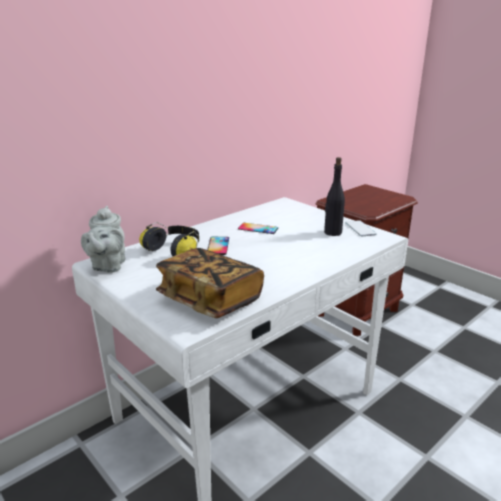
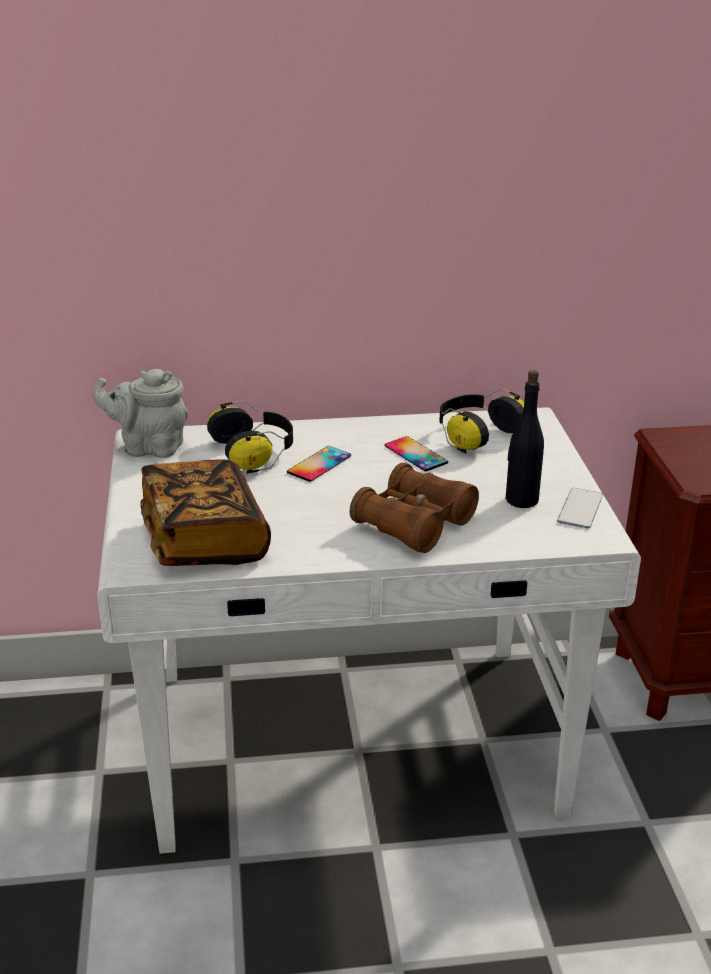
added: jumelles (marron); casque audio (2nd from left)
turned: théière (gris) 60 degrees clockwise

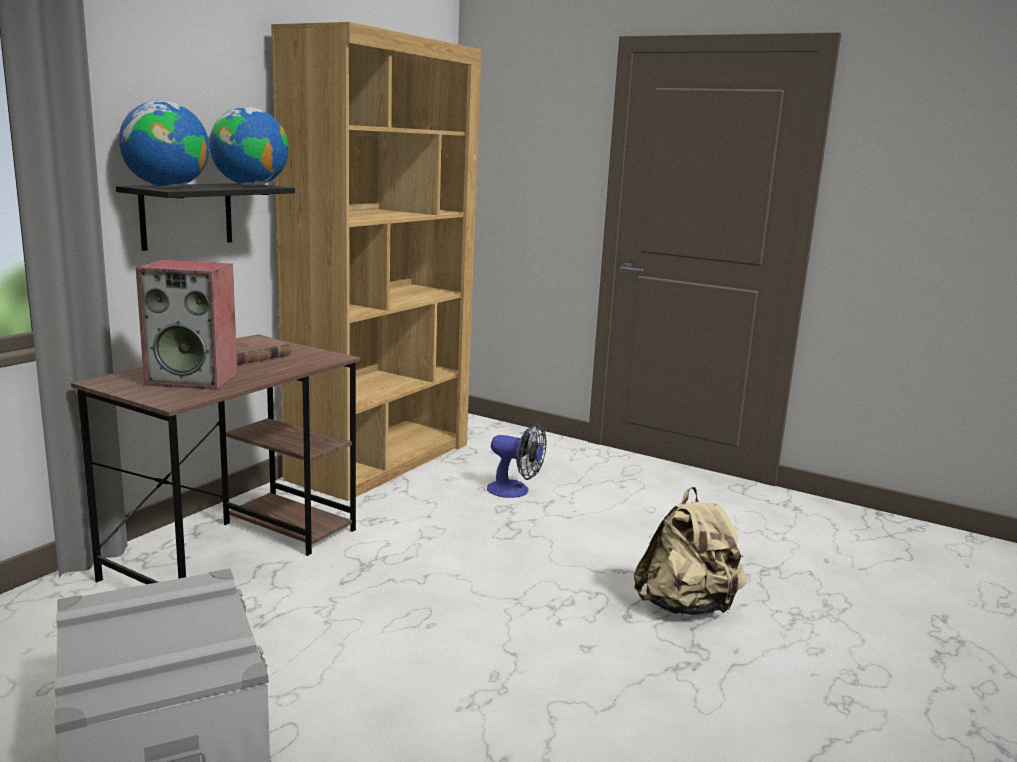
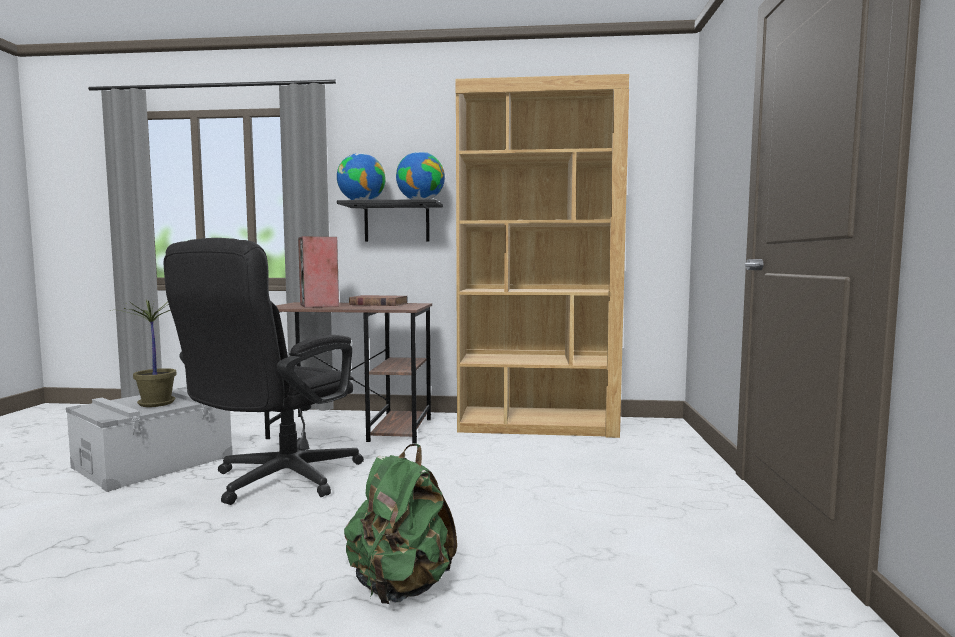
removed: ventilateur
added: plante en pot; chaise de bureau (noir)
recoloured: sac à dos (beige) to sac à dos (vert)

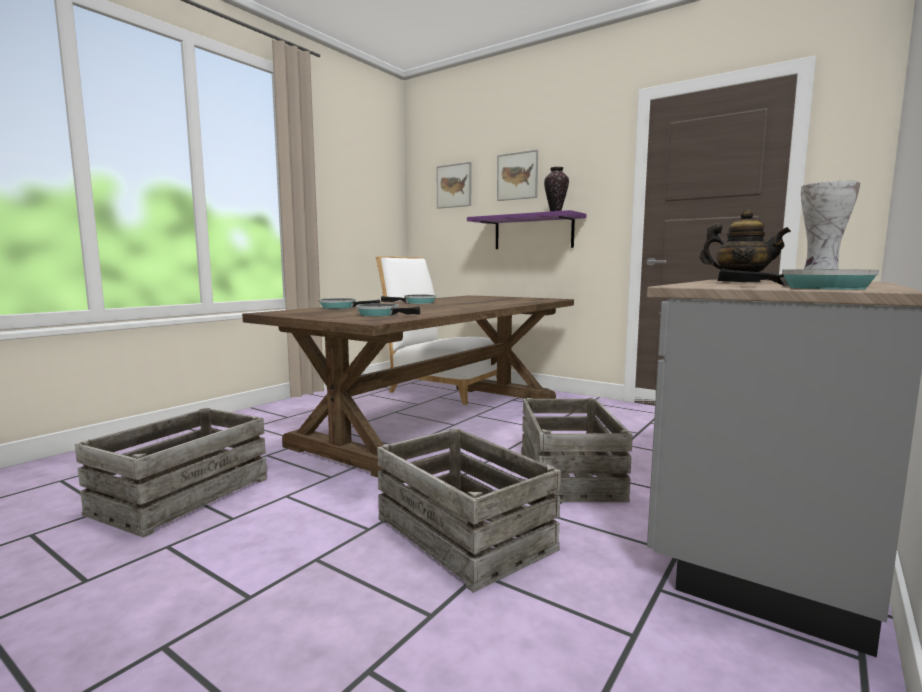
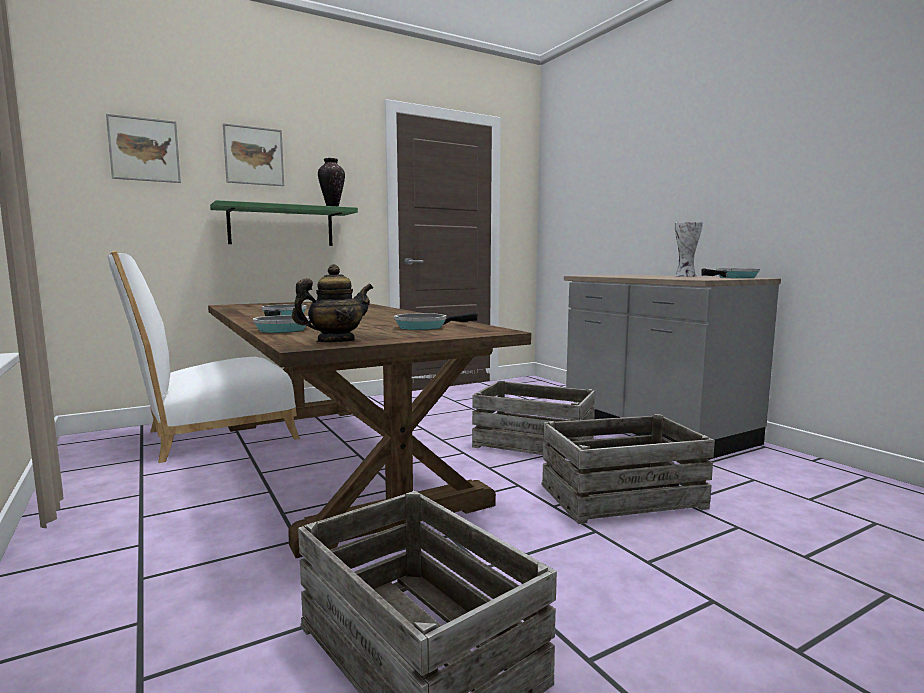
moved: théière
recoloured: étagère (violet) to étagère (vert)

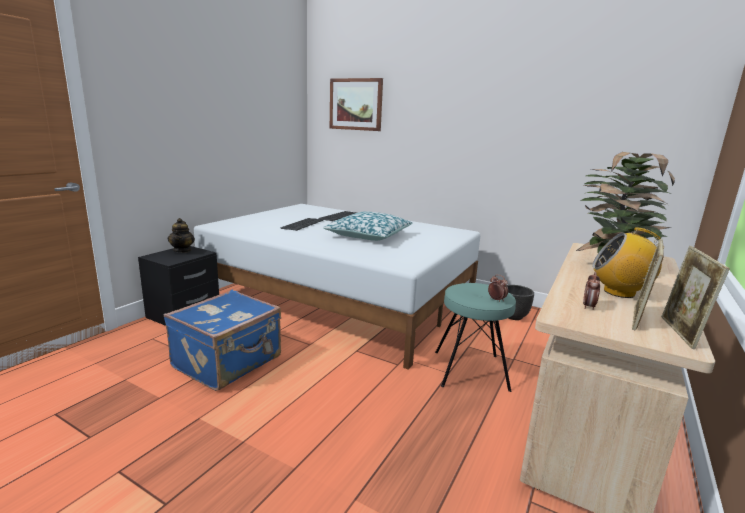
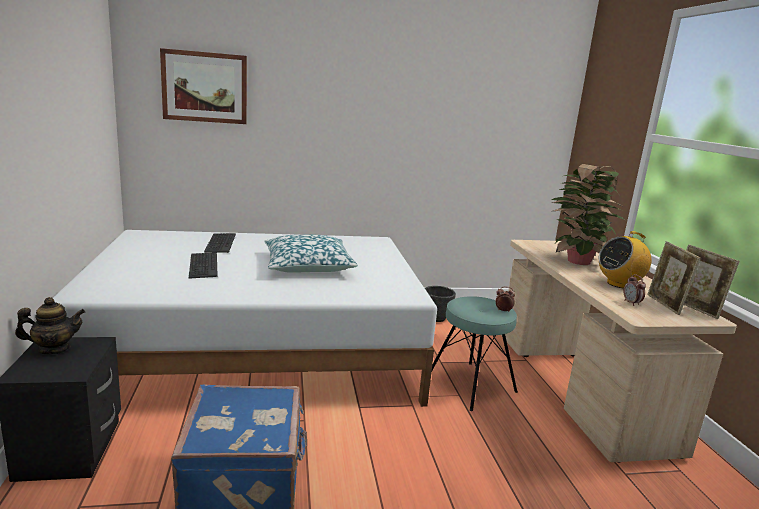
turned: théière 60 degrees counterclockwise

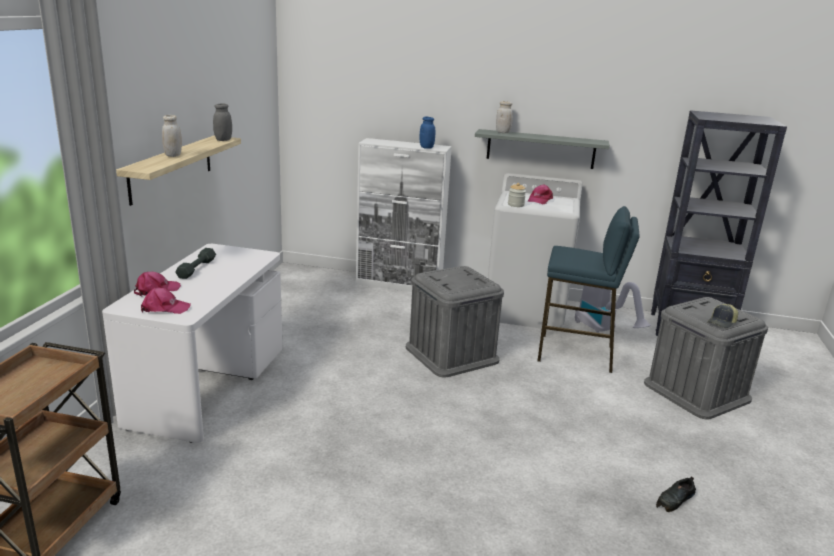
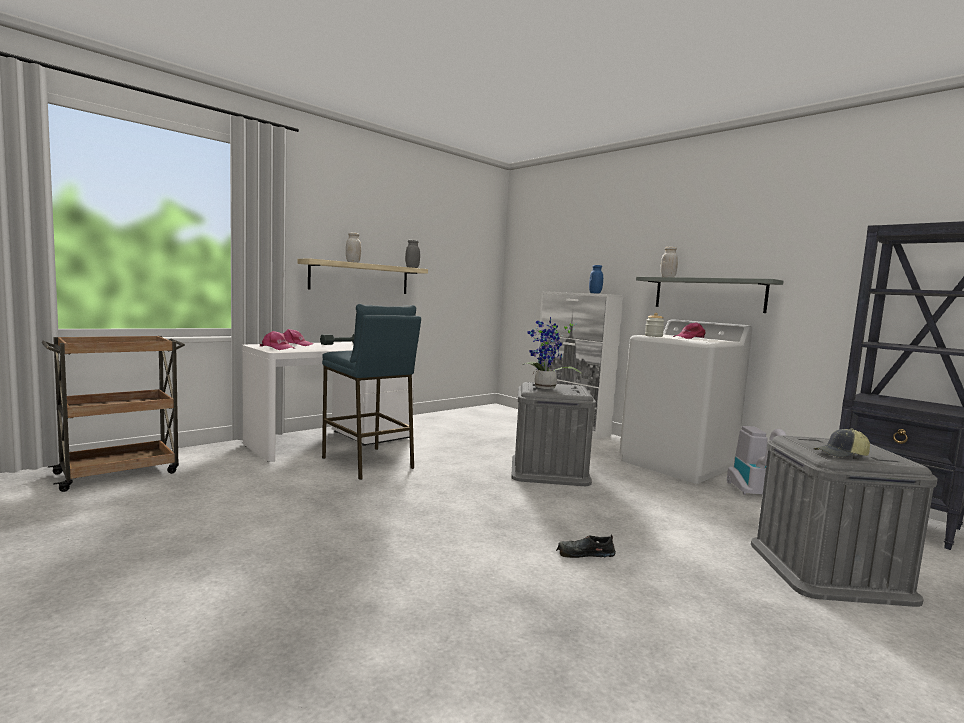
added: plante en pot
moved: tabouret (bleu); chaussure (noir)

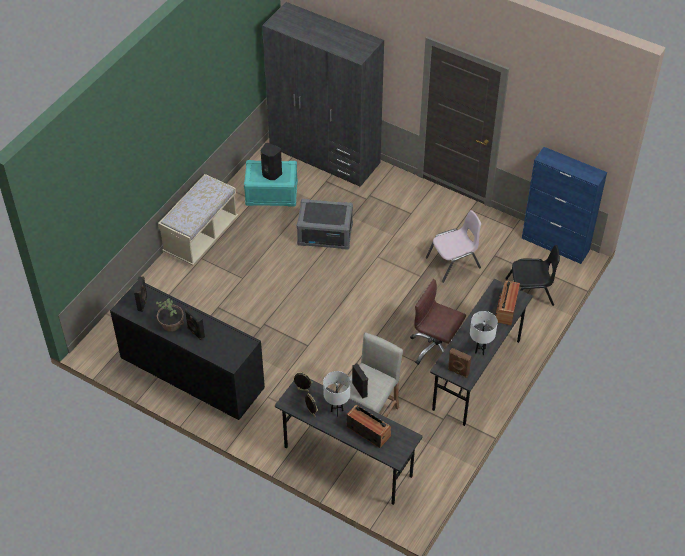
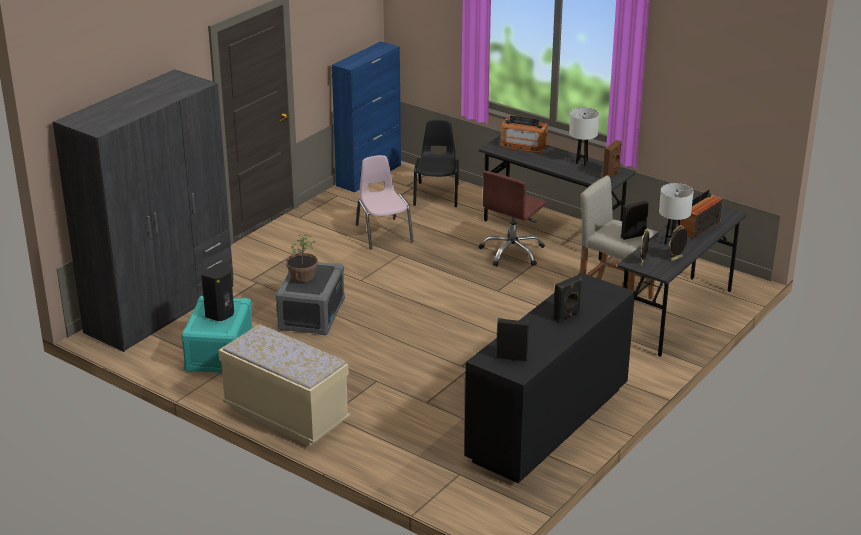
moved: plante en pot

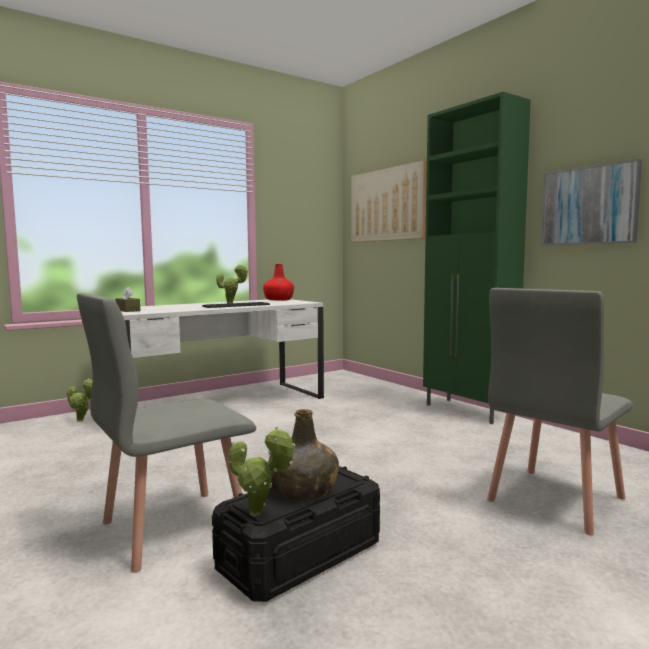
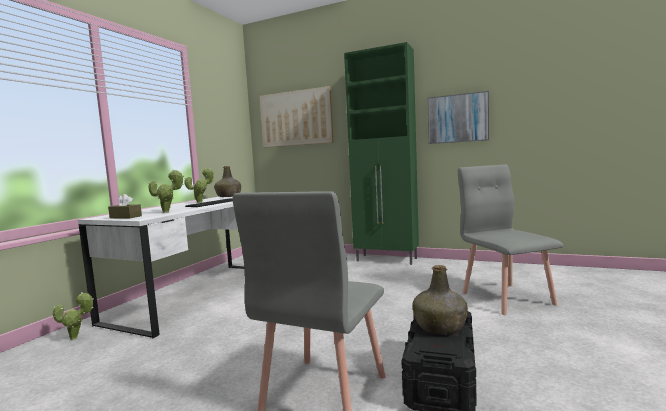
moved: plante en pot (3rd from left in the first image) to plante en pot (2nd from left)
recoloured: bouteille (rouge) to bouteille (vert) (1st from left)
turned: chaise (gris) (2nd from left) 150 degrees clockwise

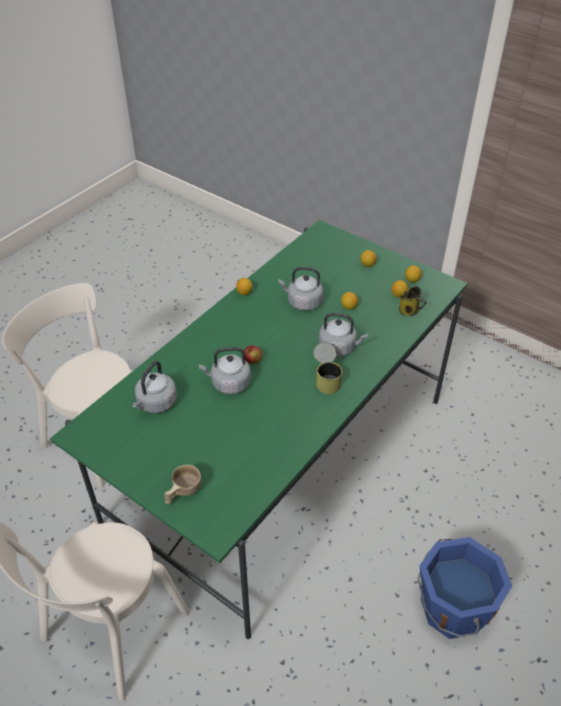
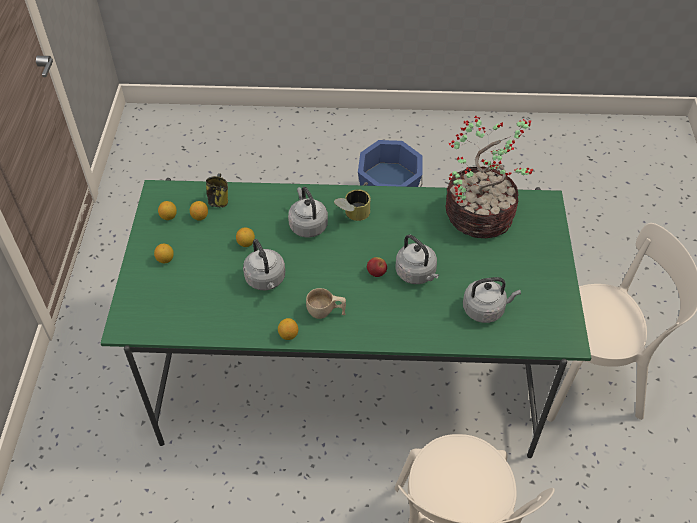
added: plante en pot
moved: tasse (beige)

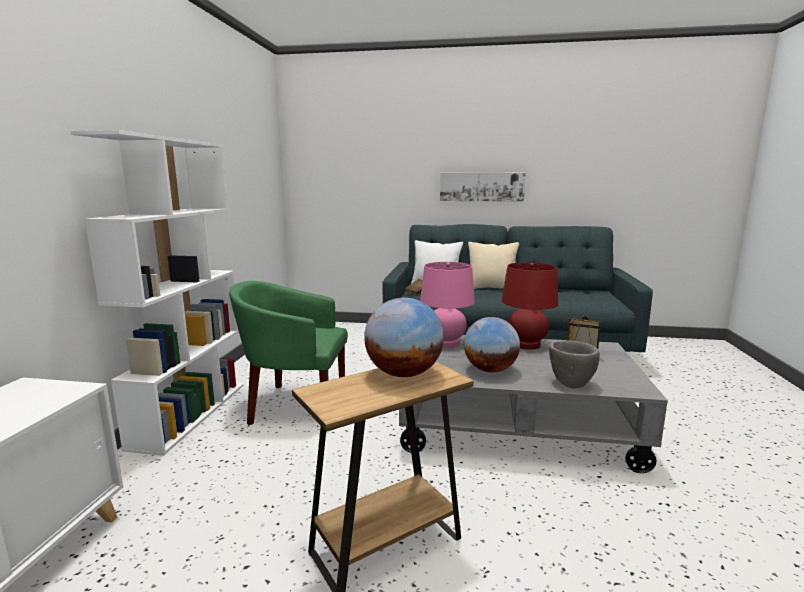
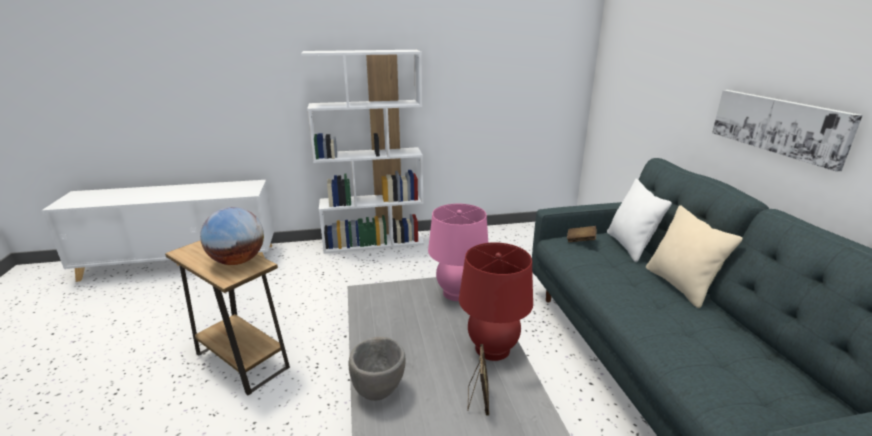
removed: fauteuil (vert); globe (2nd from left)

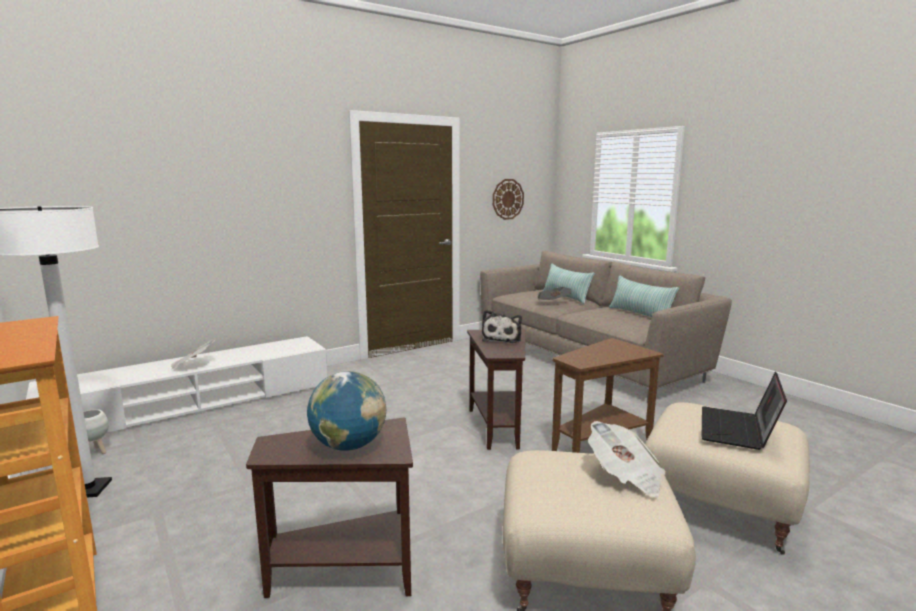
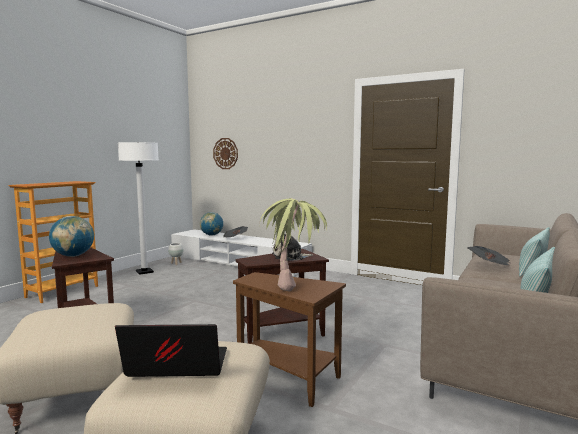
removed: journal (3rd from left)
added: globe (2nd from left); plante en pot
moved: horloge murale

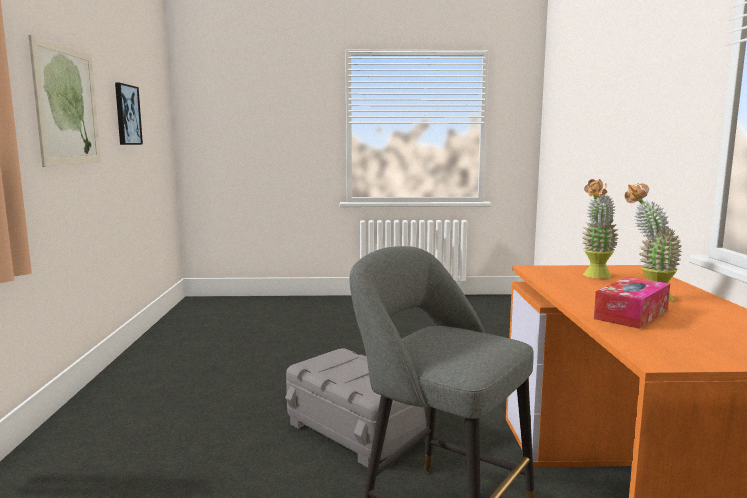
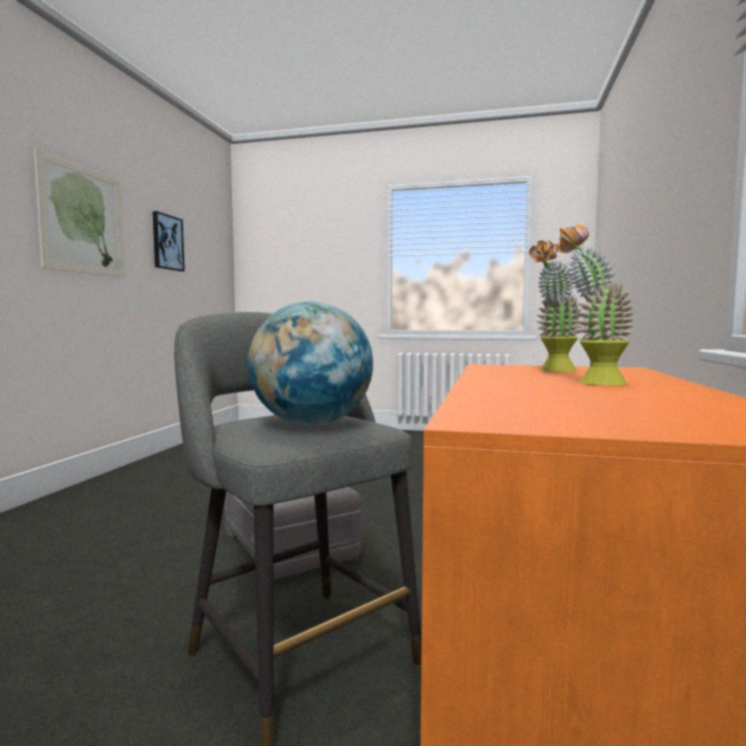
removed: boîte à mouchoirs
added: globe

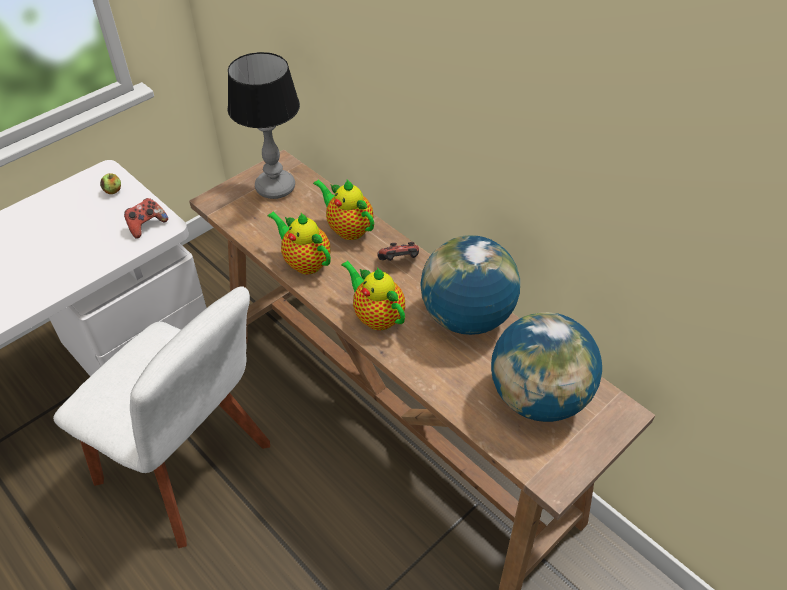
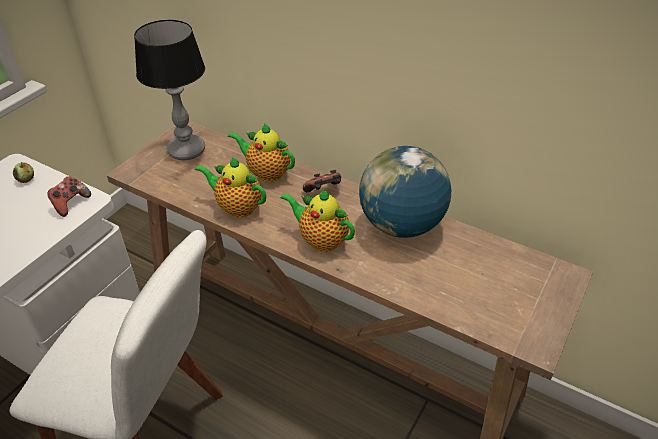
removed: globe (2nd from left)

